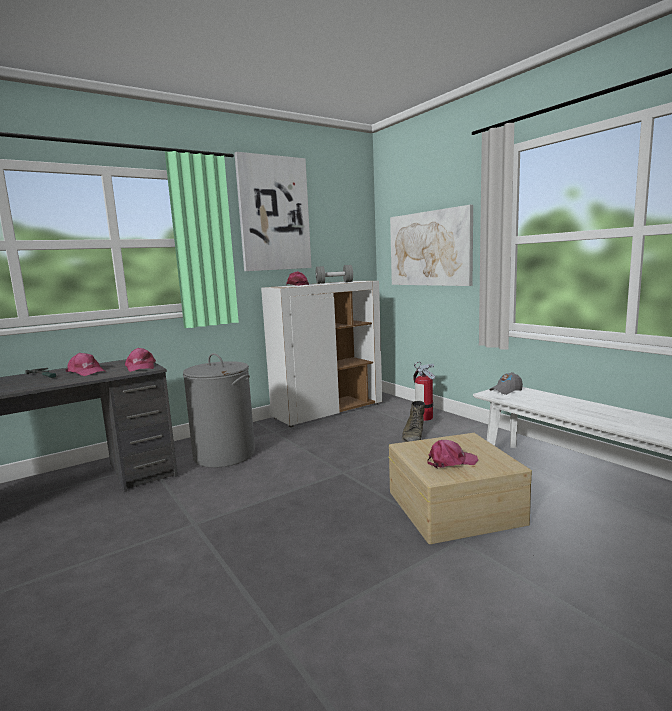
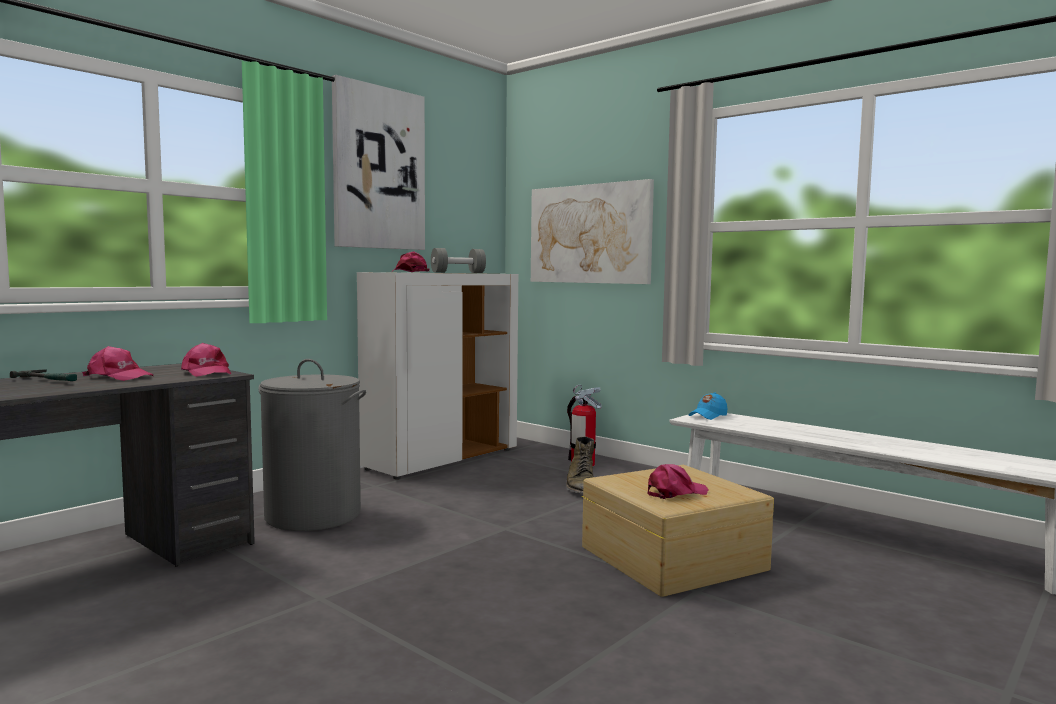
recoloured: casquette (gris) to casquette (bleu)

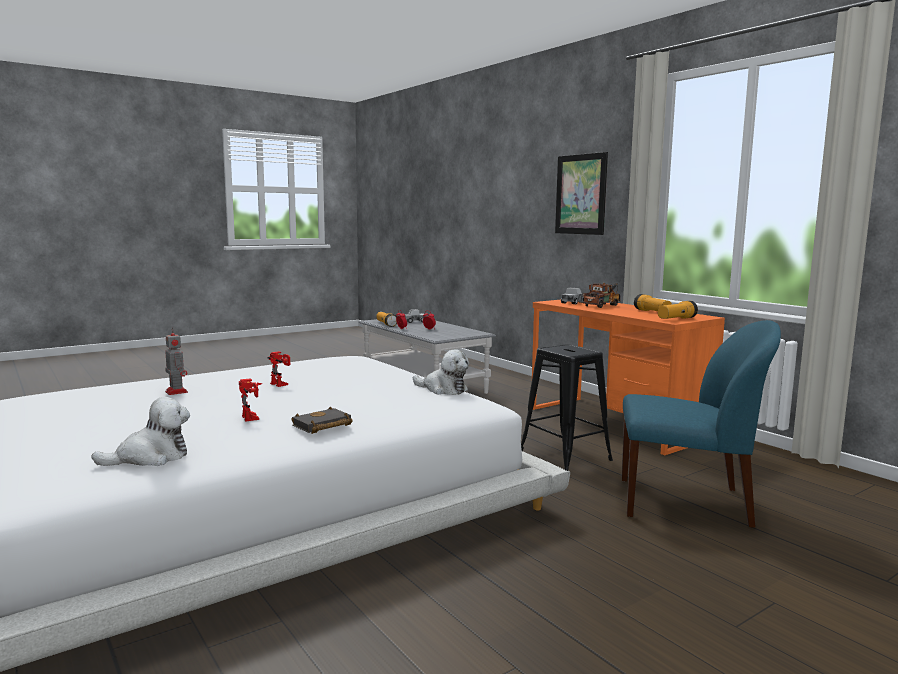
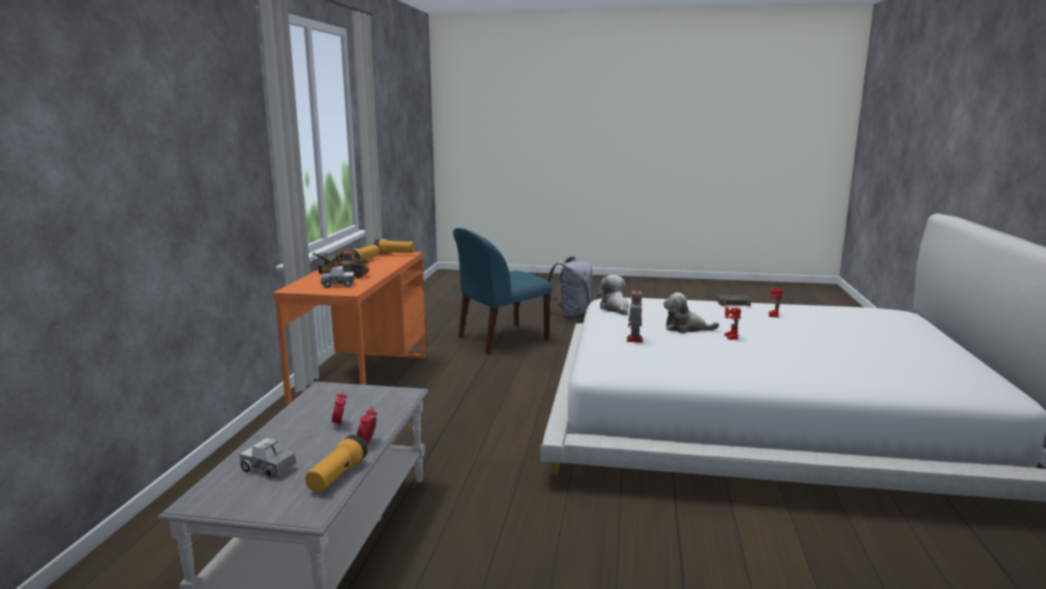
removed: tabouret (noir); tableau
added: sac à dos (gris)
moved: peluche (1st from left in the first image) to peluche (2nd from left); robot jouet (1st from left)
turned: chaise (bleu) 90 degrees counterclockwise

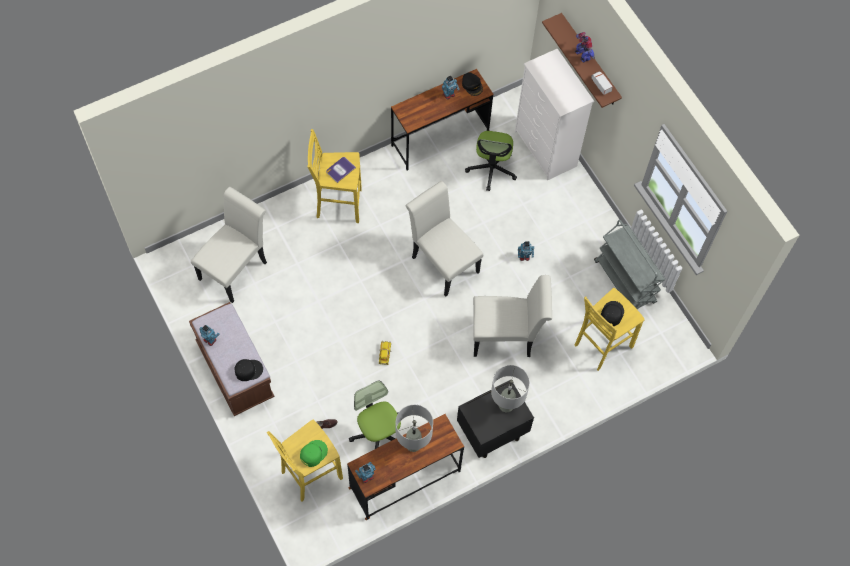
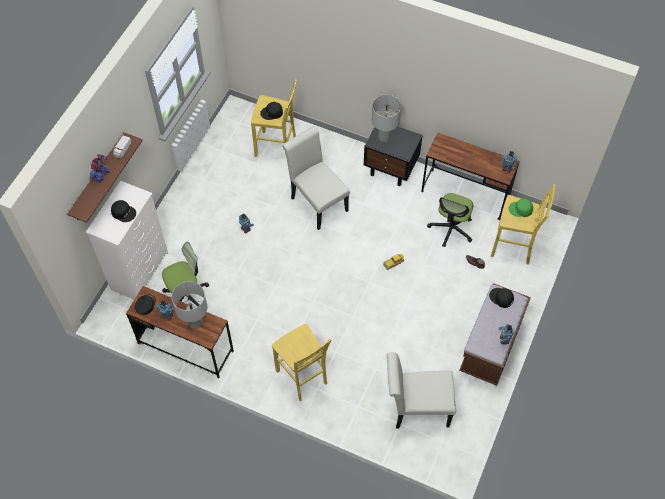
removed: livre; chaise (blanc) (2nd from left); chariot (gris)
added: casquette (noir) (1st from left)
moved: lampe de table (gris) (1st from left)

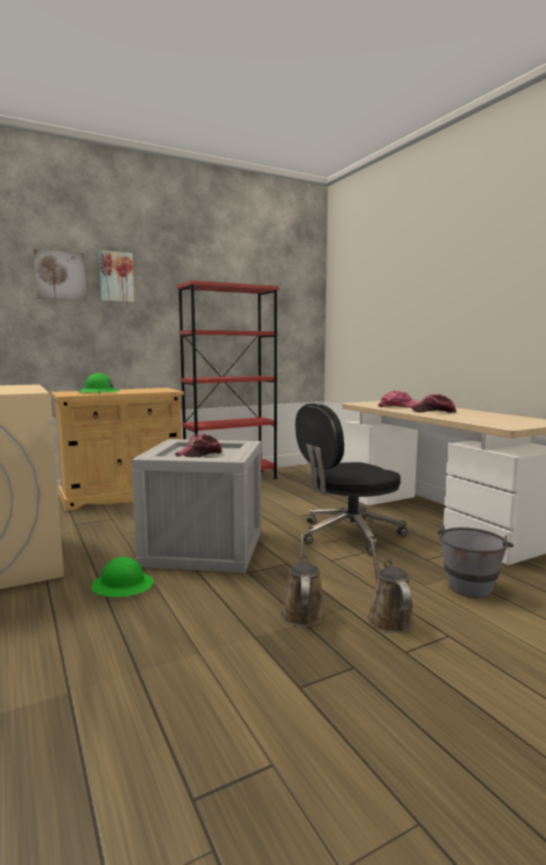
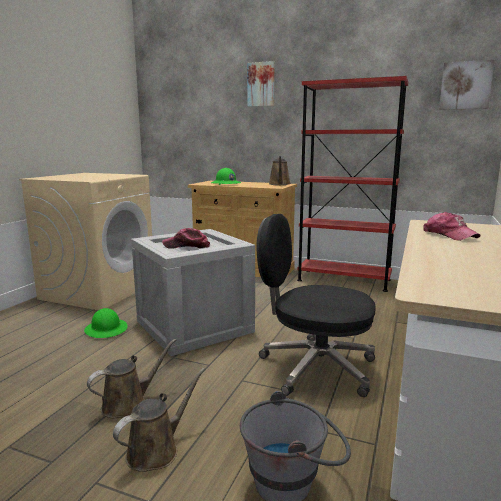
removed: casquette (3rd from left)
added: arrosoir (marron) (3rd from left)
moved: tableau (1st from left in the first image) to tableau (2nd from left)

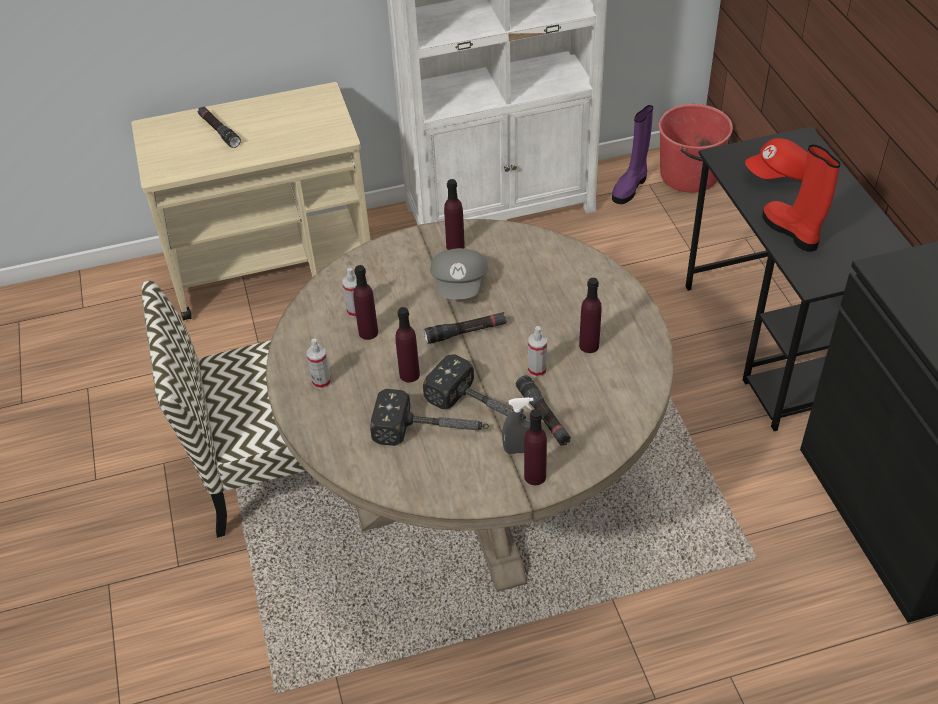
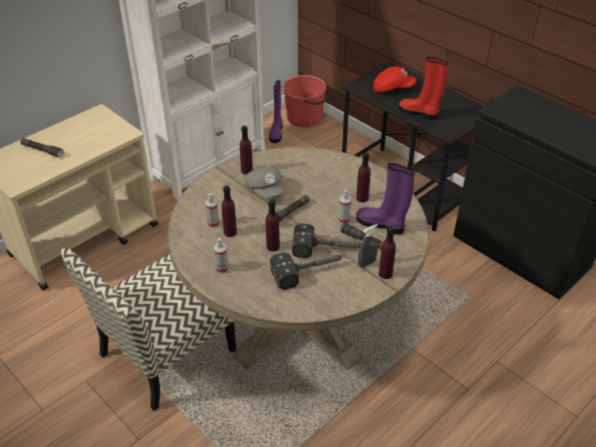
added: botte (violet) (2nd from left)
turned: casquette (rouge) 135 degrees counterclockwise

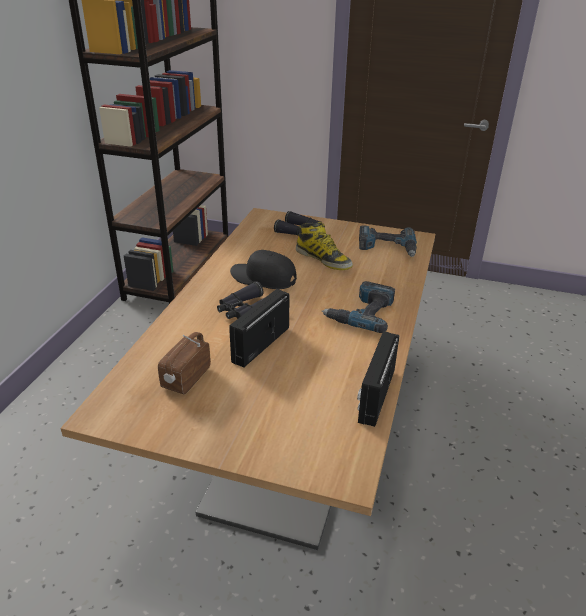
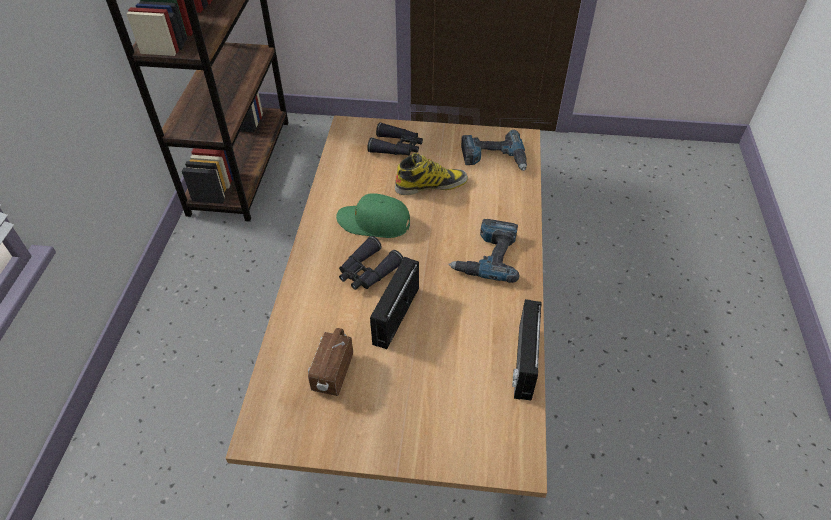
recoloured: casquette (noir) to casquette (vert)
turned: botte 45 degrees counterclockwise

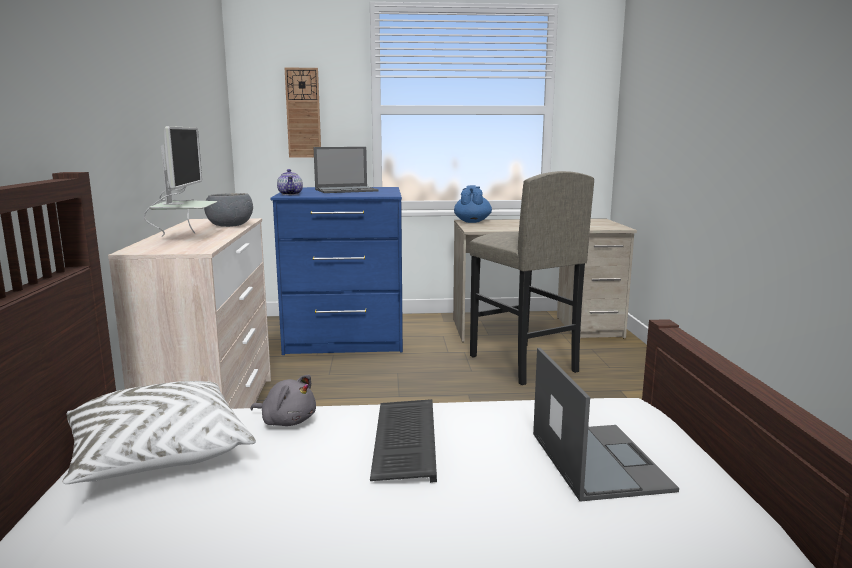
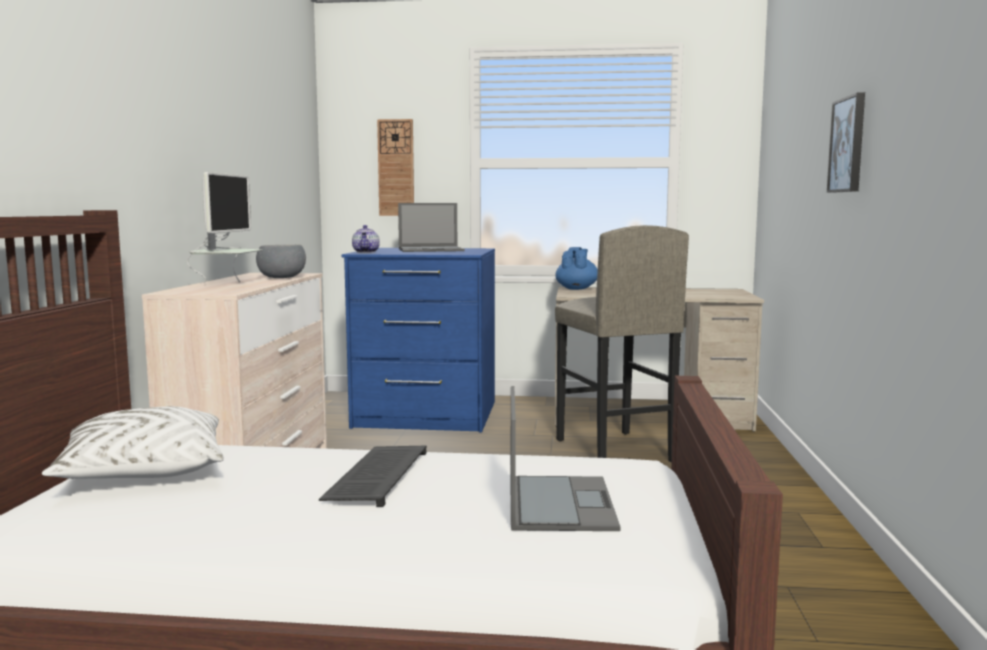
removed: peluche (gris)
added: tableau

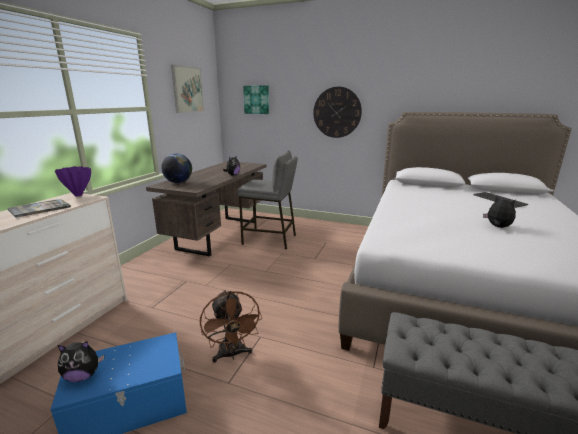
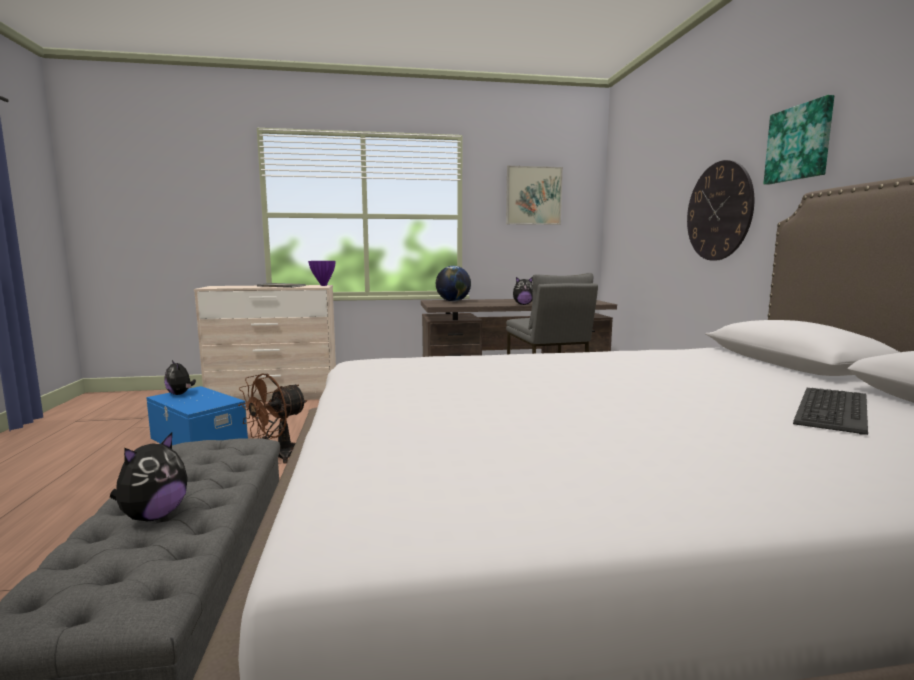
moved: tableau (2nd from left); peluche (3rd from left in the first image) to peluche (1st from left)

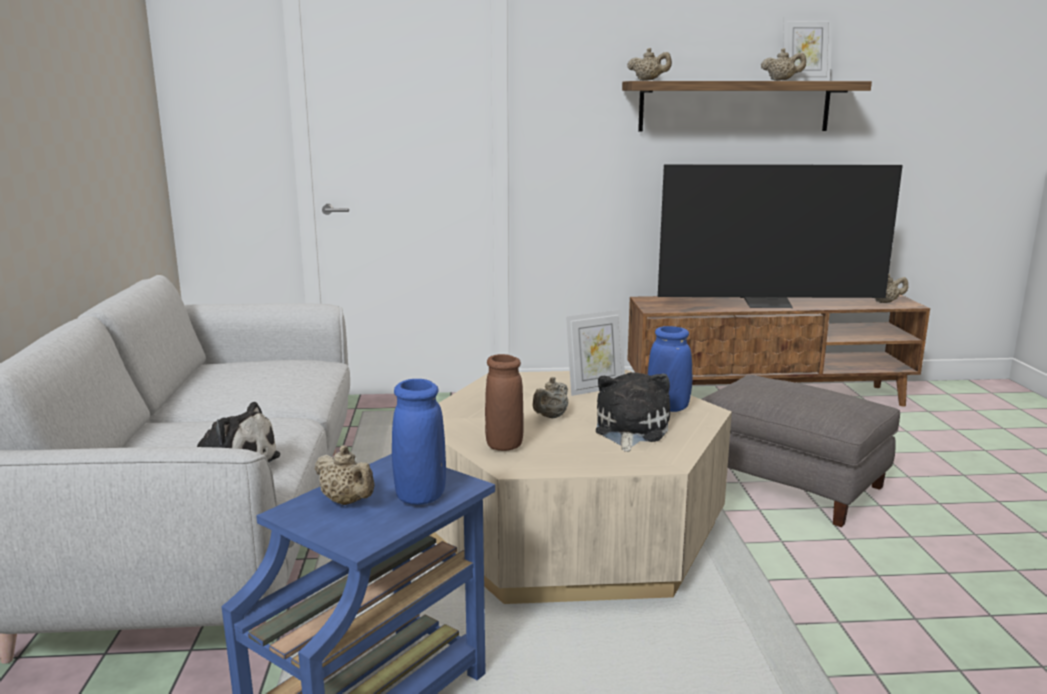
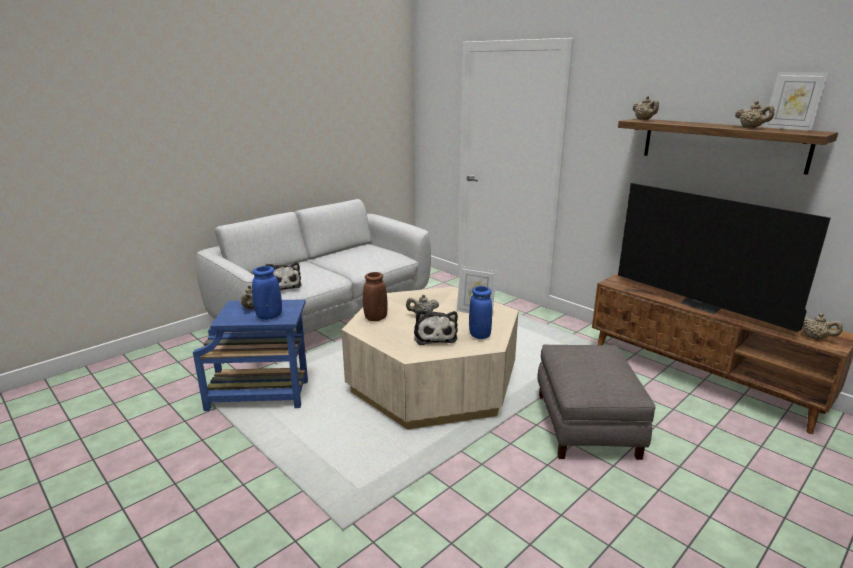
turned: peluche (2nd from left) 105 degrees clockwise

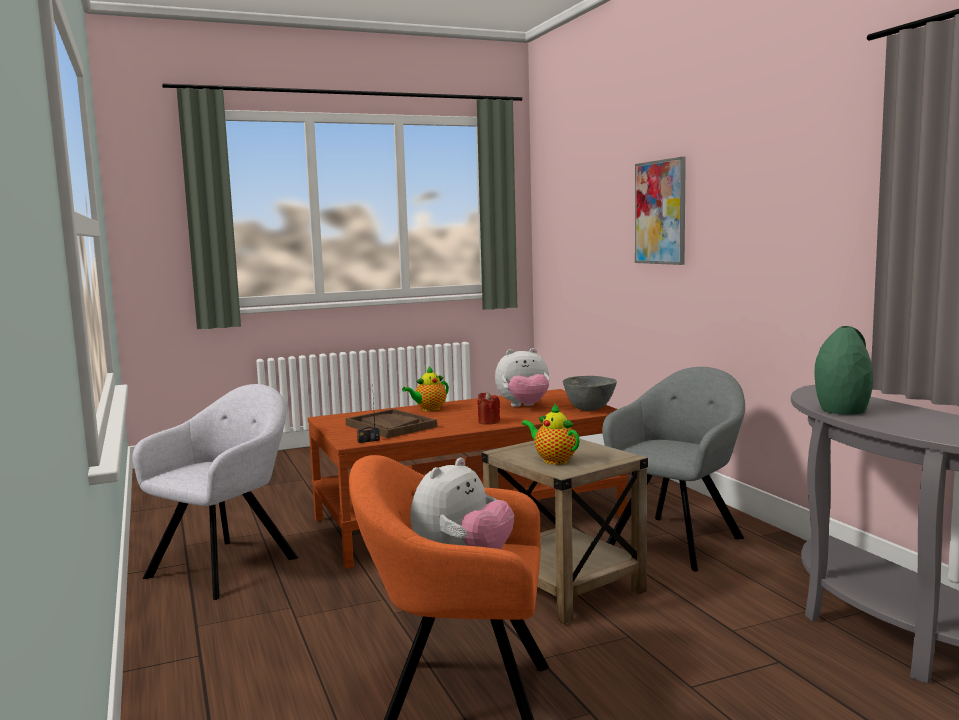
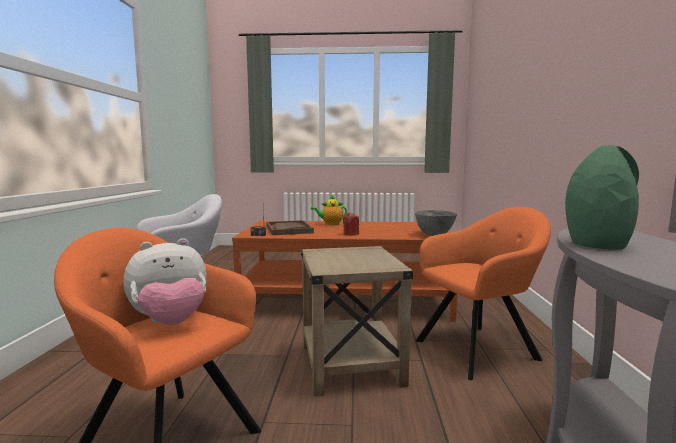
removed: peluche (2nd from left); théière (2nd from left); tableau
recoloured: fauteuil (gris) (2nd from left) to fauteuil (orange) (2nd from left)

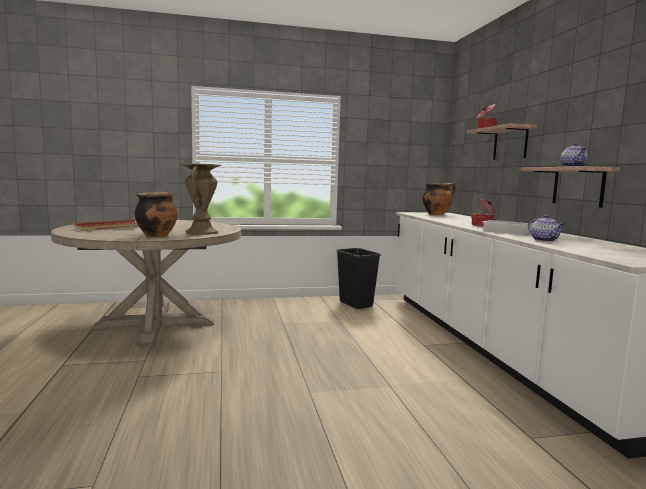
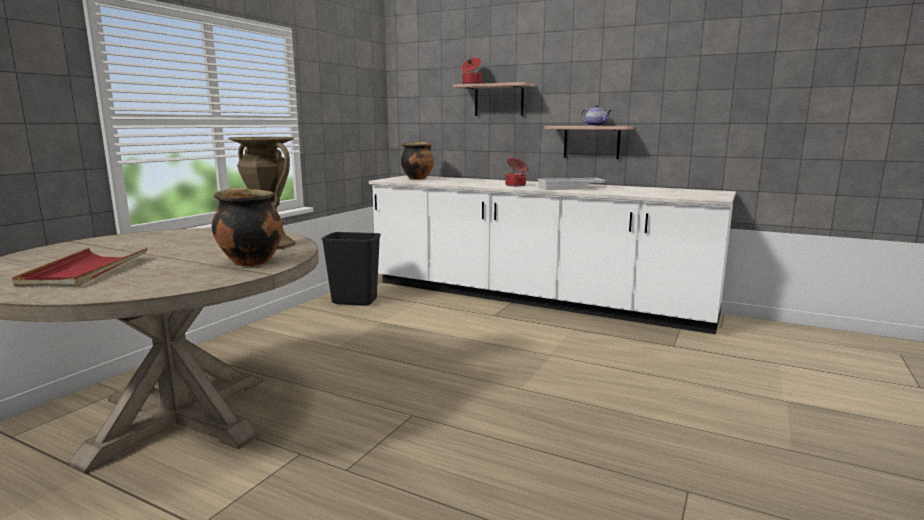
removed: théière (1st from left)

